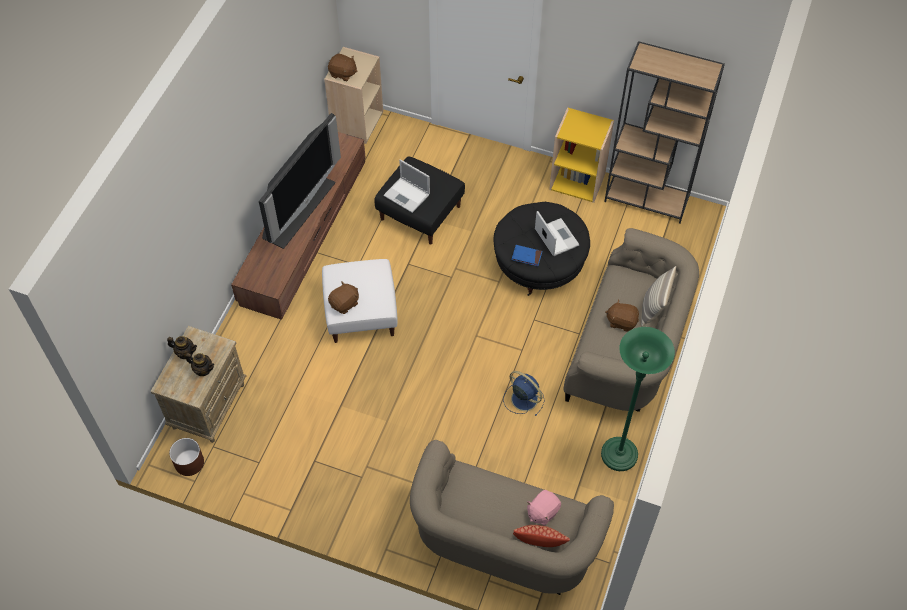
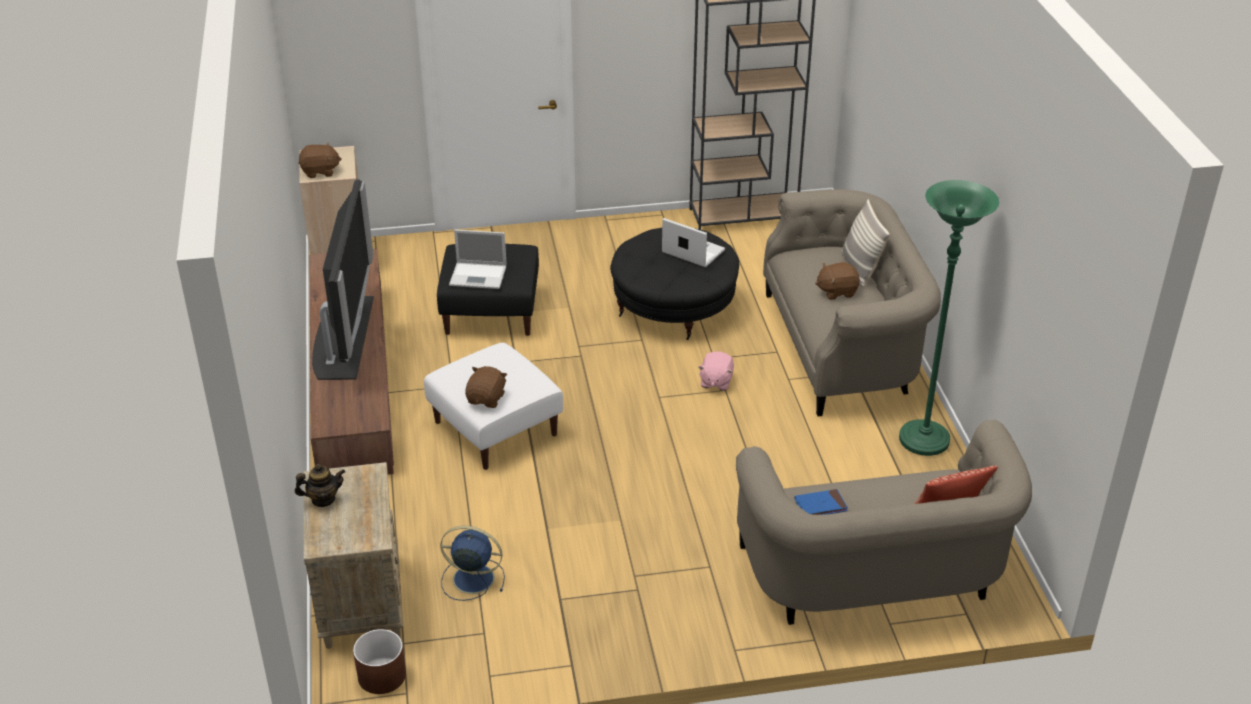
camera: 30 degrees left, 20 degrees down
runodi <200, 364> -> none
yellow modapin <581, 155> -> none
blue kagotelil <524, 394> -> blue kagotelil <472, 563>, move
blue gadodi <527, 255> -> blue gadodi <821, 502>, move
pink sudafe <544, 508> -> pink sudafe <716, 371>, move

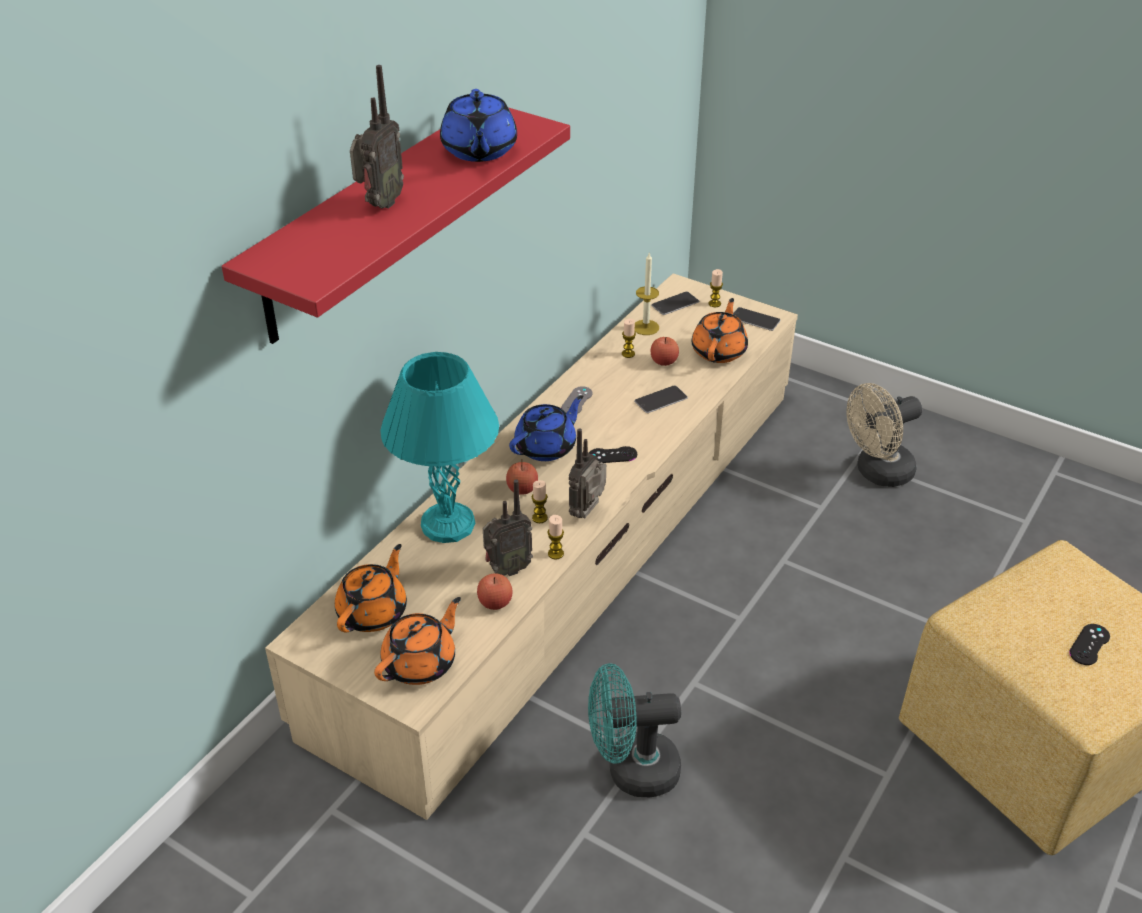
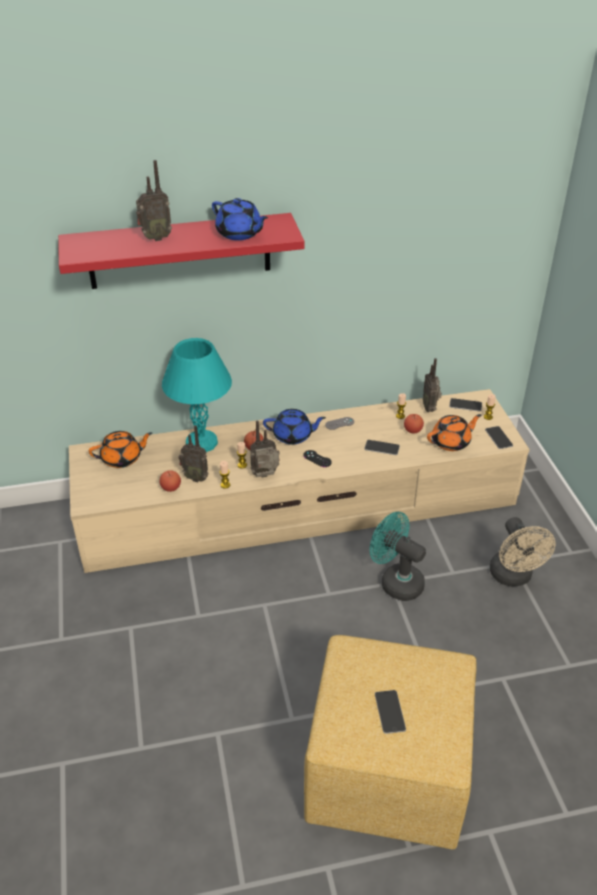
camera: 45 degrees right, 0 degrees up
orange runodi <417, 641> -> none
turquoise kagotelil <634, 730> -> turquoise kagotelil <398, 556>, move
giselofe <646, 294> -> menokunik <432, 385>
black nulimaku <1089, 644> -> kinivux <390, 712>
blue runodi <478, 125> -> blue runodi <240, 219>, 90 degrees counterclockwise
beige kagotelil <884, 435> -> beige kagotelil <523, 551>, 120 degrees counterclockwise

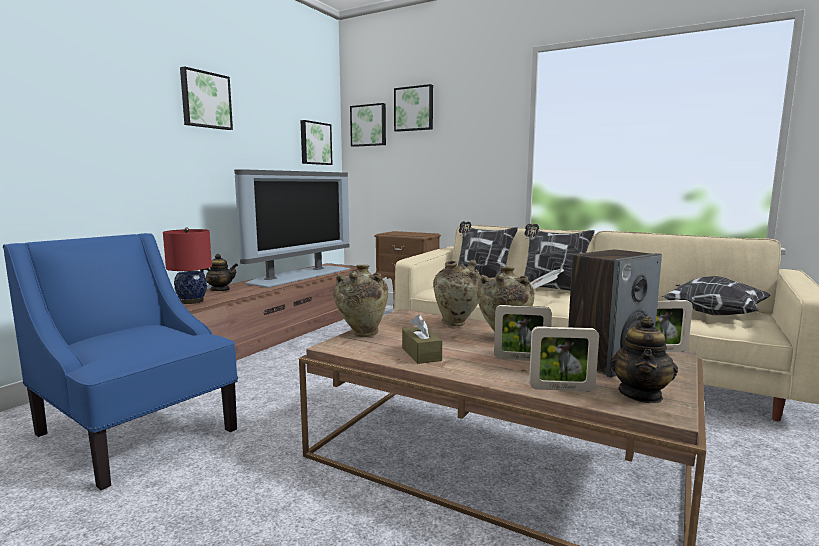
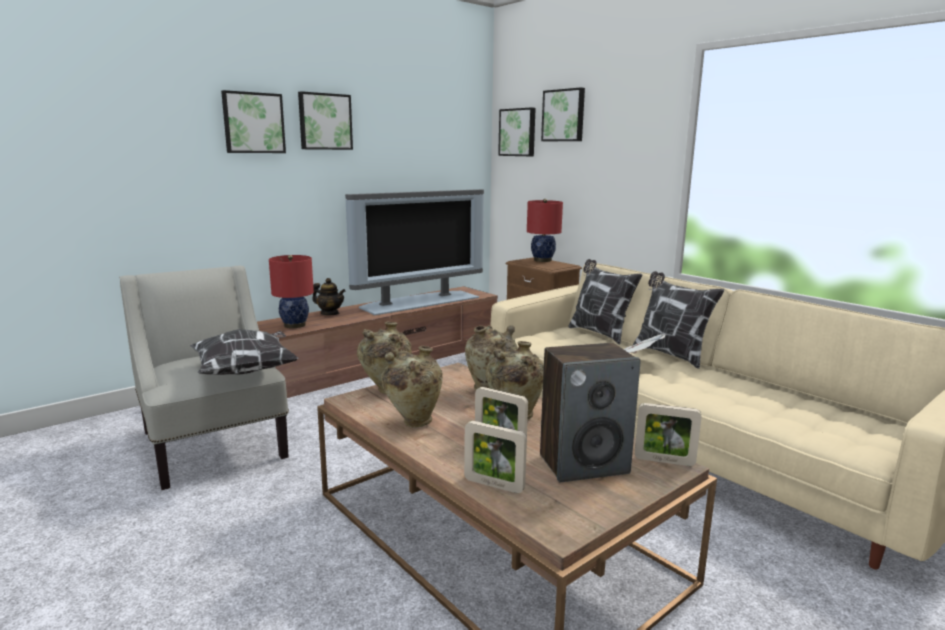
camera: 20 degrees right, 5 degrees up
runodi <644, 359> -> none
none -> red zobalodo <545, 230>
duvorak <316, 142> -> duvorak <253, 121>, move
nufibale <716, 295> -> nufibale <244, 352>, move
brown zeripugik <422, 339> -> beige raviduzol <412, 387>
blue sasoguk <120, 361> -> grey sasoguk <204, 378>

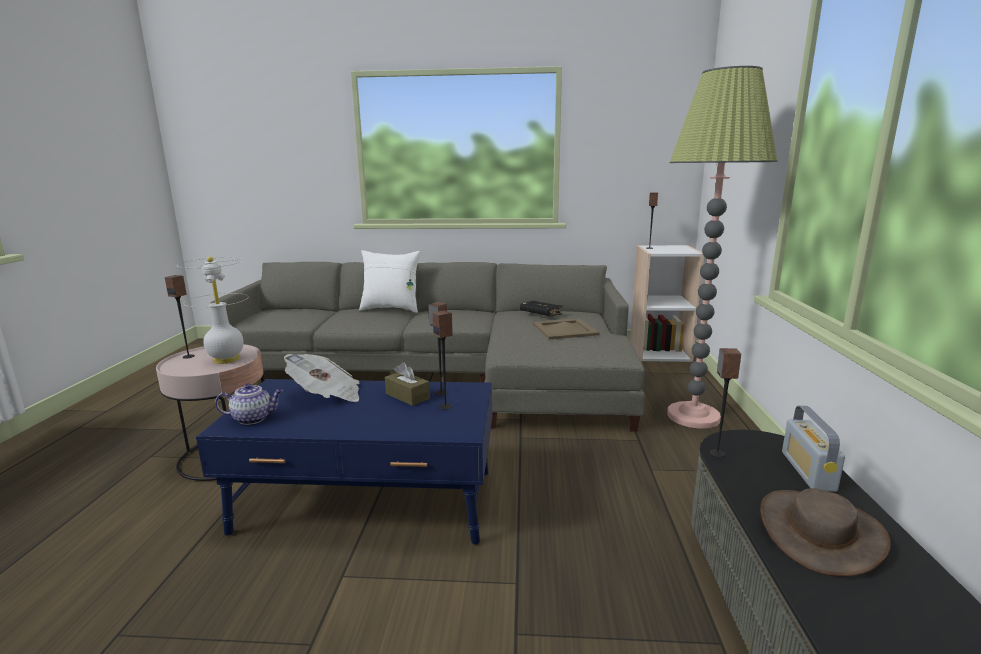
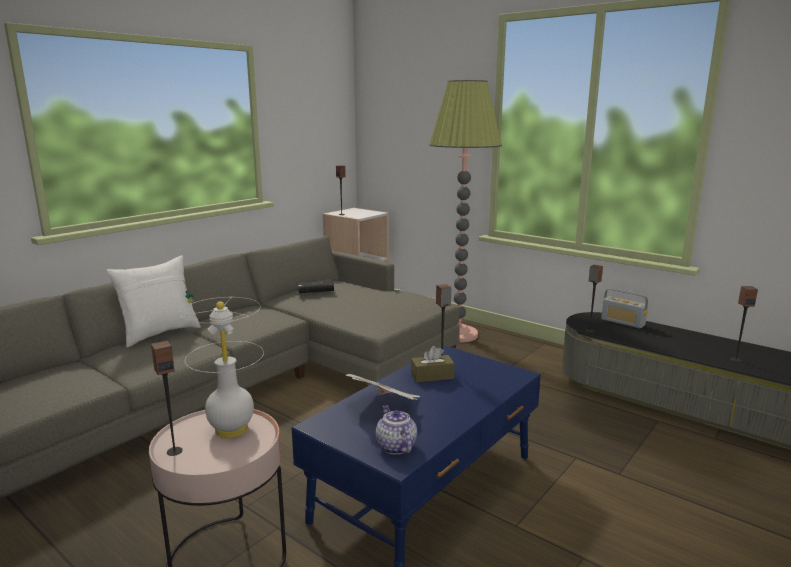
camera: 55 degrees left, 0 degrees up
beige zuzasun <566, 329> -> none
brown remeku <825, 532> -> none
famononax <443, 360> -> famononax <744, 324>, move
runodi <249, 404> -> runodi <396, 429>, 45 degrees counterclockwise

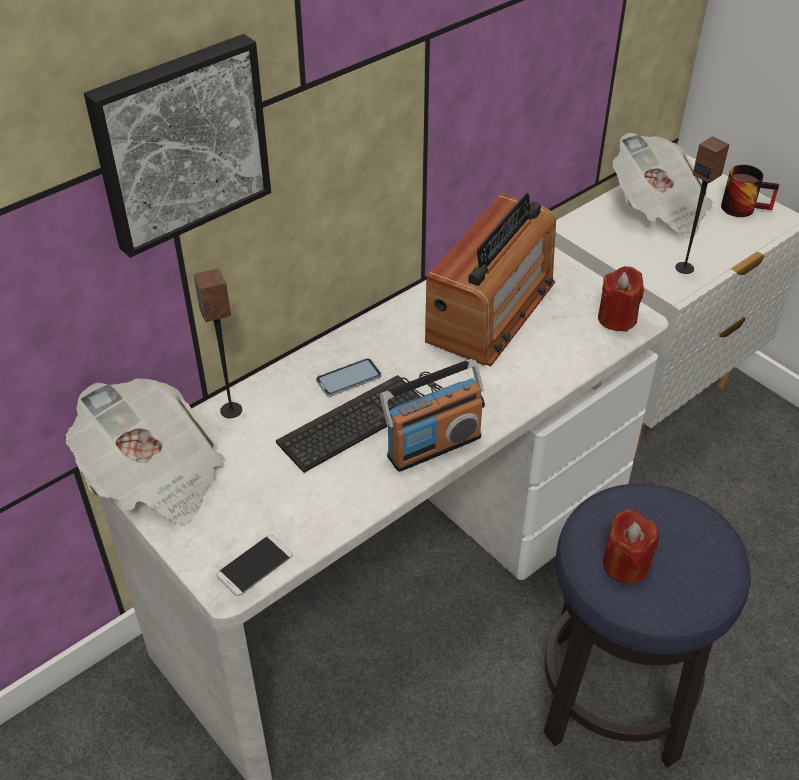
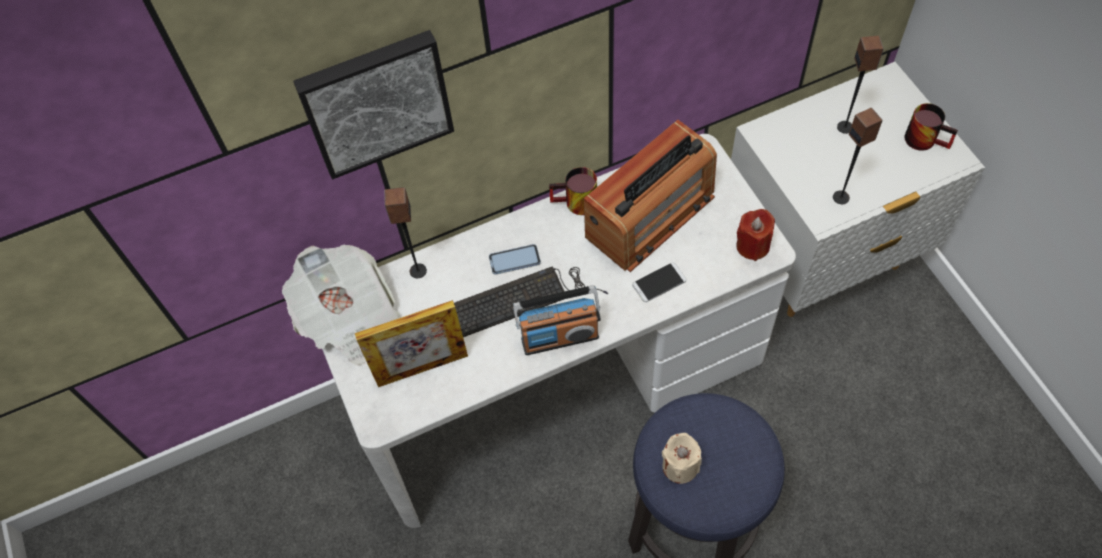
camera: 20 degrees right, 15 degrees up
none -> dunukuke <411, 343>
none -> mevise <573, 191>
kinivux <254, 565> -> kinivux <659, 282>, move
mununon <663, 185> -> famononax <860, 85>
red giselofe <631, 546> -> beige giselofe <682, 458>

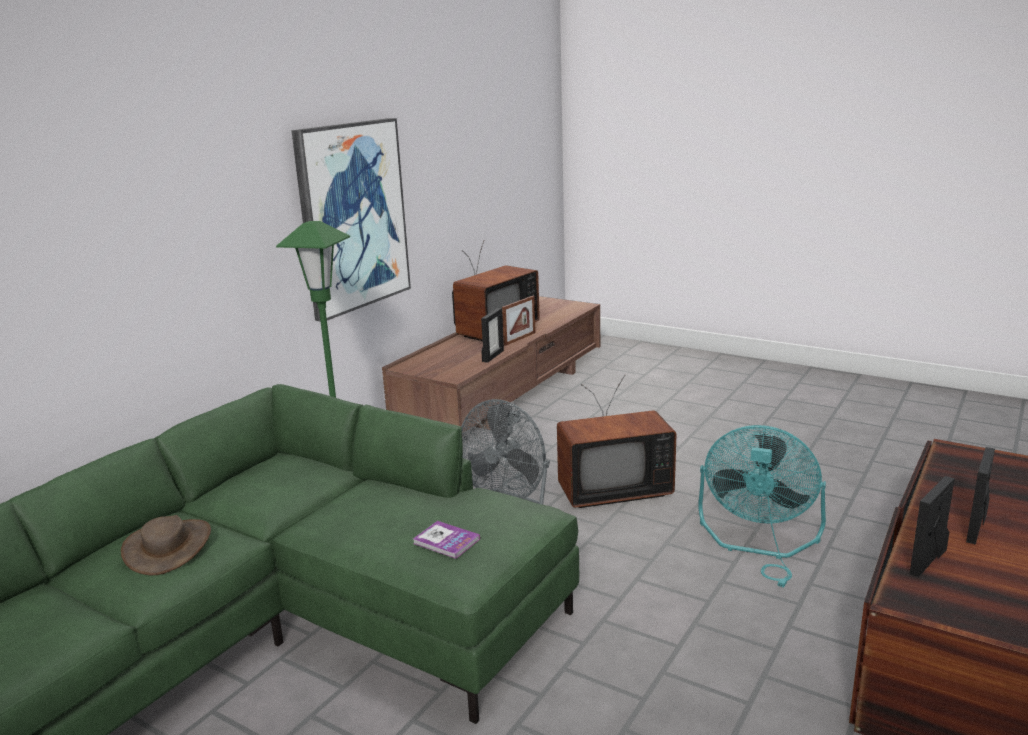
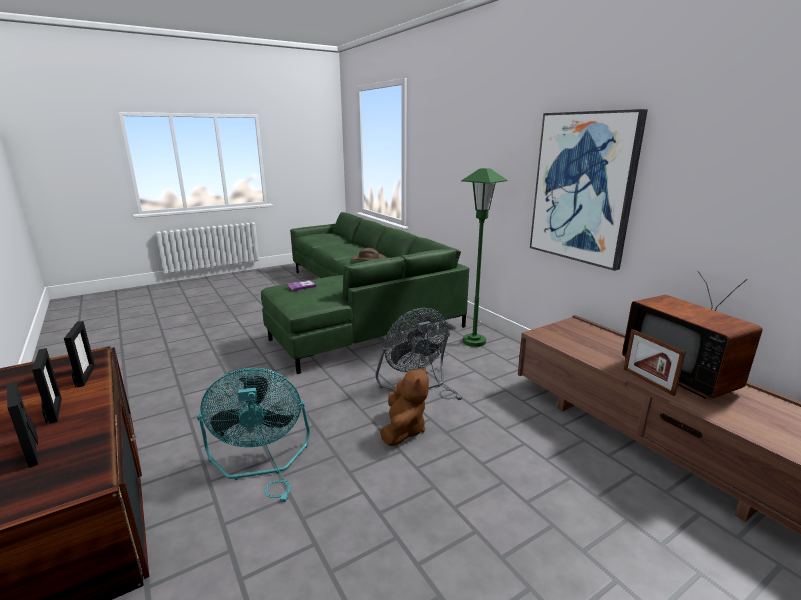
camera: 115 degrees right, 0 degrees up
dunukuke <492, 335> -> dunukuke <22, 424>, move
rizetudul <617, 441> -> brown sudafe <404, 406>
turquoise kagotelil <762, 506> -> turquoise kagotelil <253, 435>, 150 degrees counterclockwise

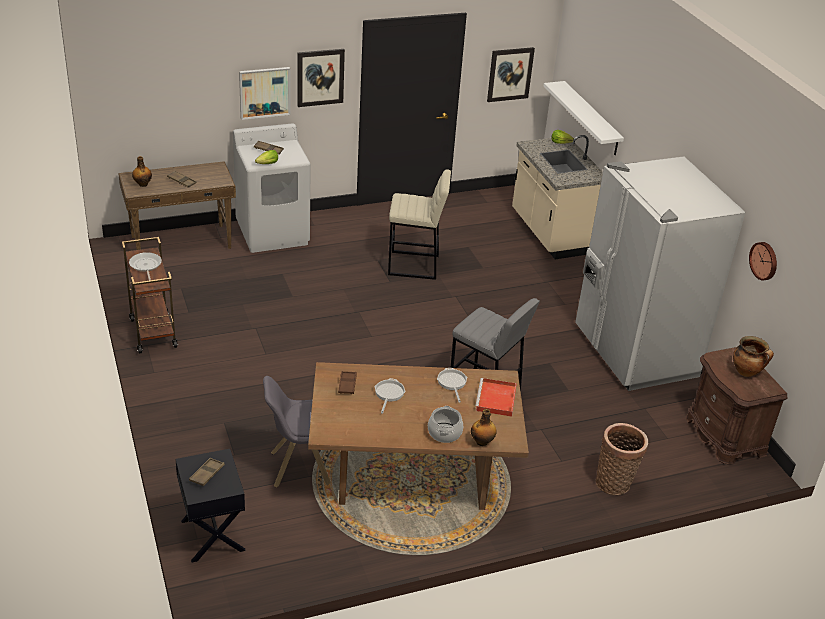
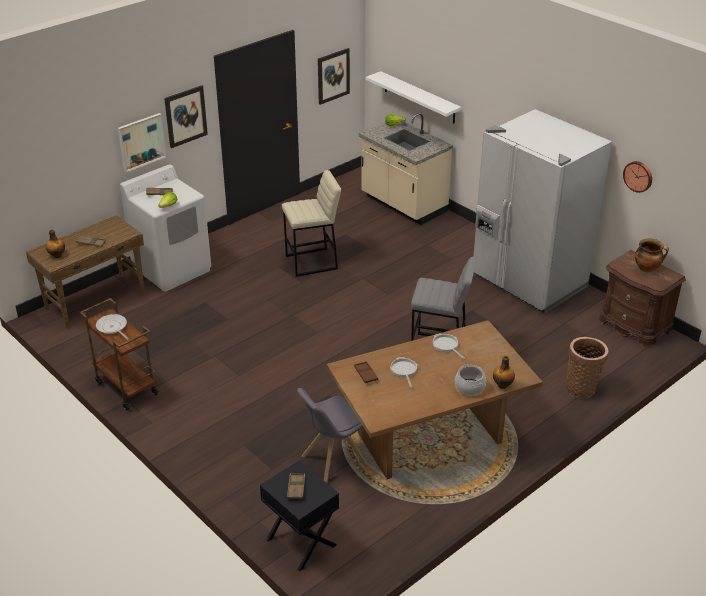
camera: 20 degrees left, 0 degrees up
red zuzasun <496, 397> -> none

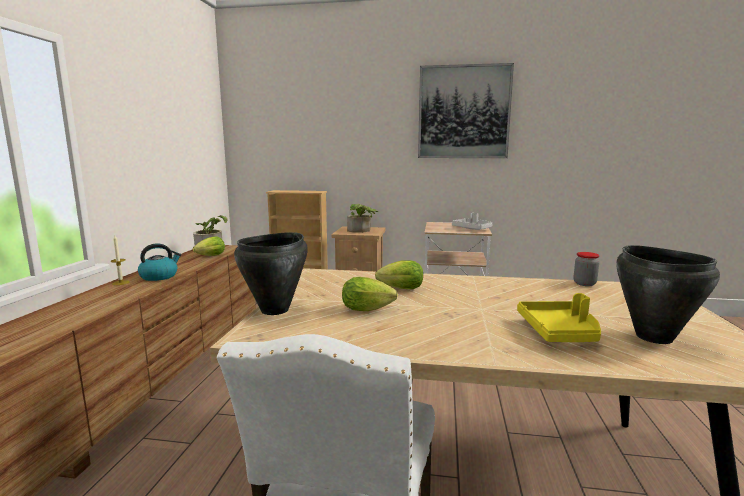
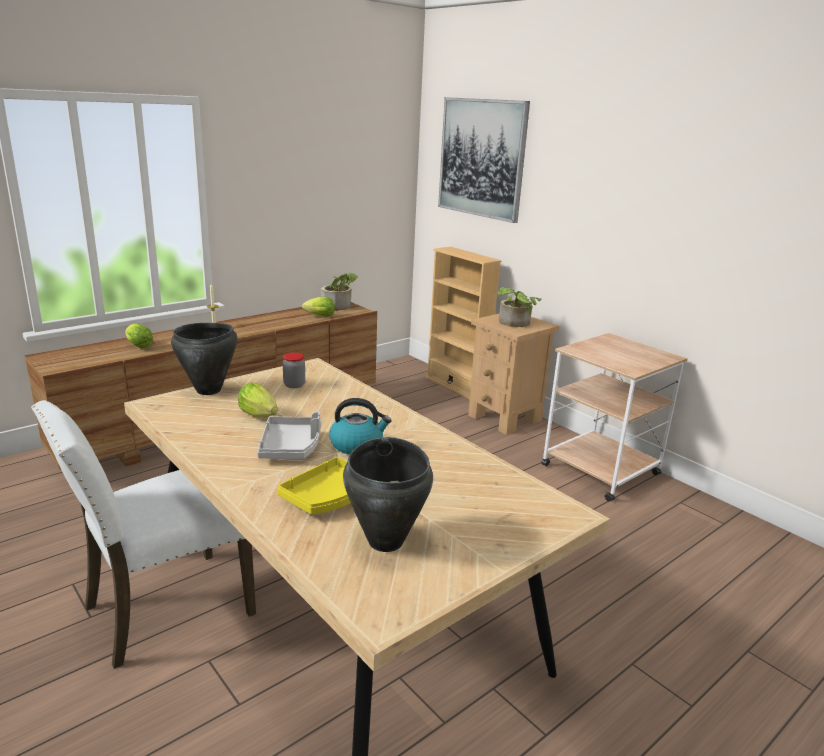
camera: 40 degrees right, 10 degrees up
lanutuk <159, 262> -> lanutuk <360, 426>, move
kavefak <399, 274> -> kavefak <139, 336>, move
duvorak <466, 110> -> duvorak <484, 160>, move
grey zuzasun <472, 221> -> grey zuzasun <289, 435>, move
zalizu <586, 269> -> zalizu <294, 370>, move

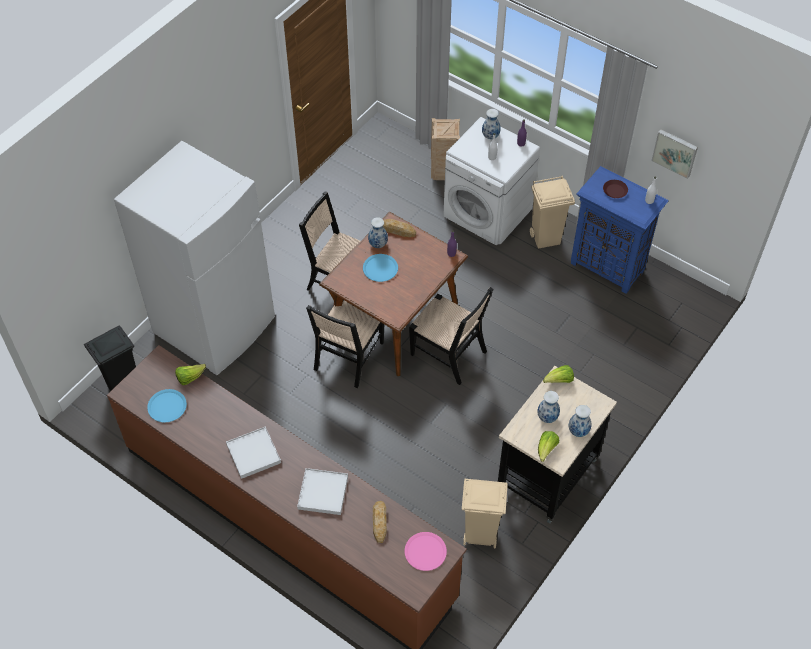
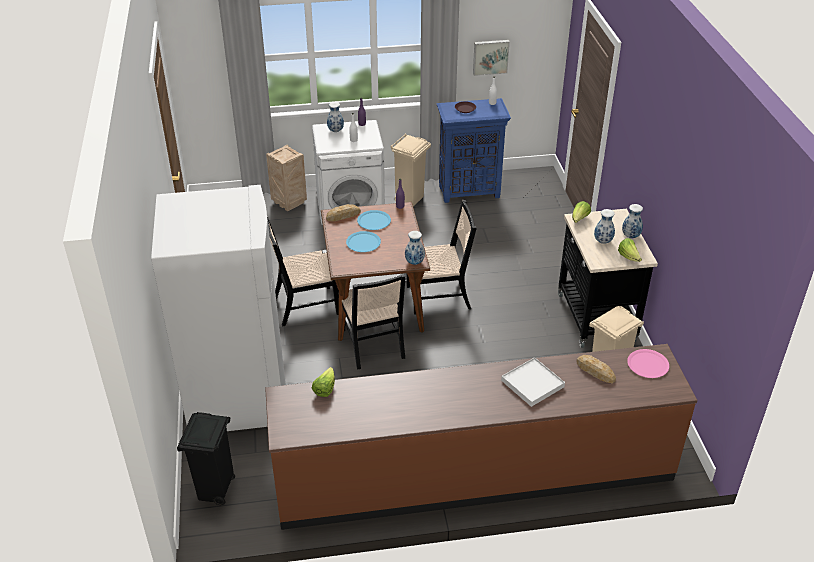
camera: 45 degrees left, 15 degrees down
white zuzasun <253, 453> -> none
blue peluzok <167, 405> -> blue peluzok <374, 220>, move
raviduzol <378, 232> -> raviduzol <415, 248>, move

